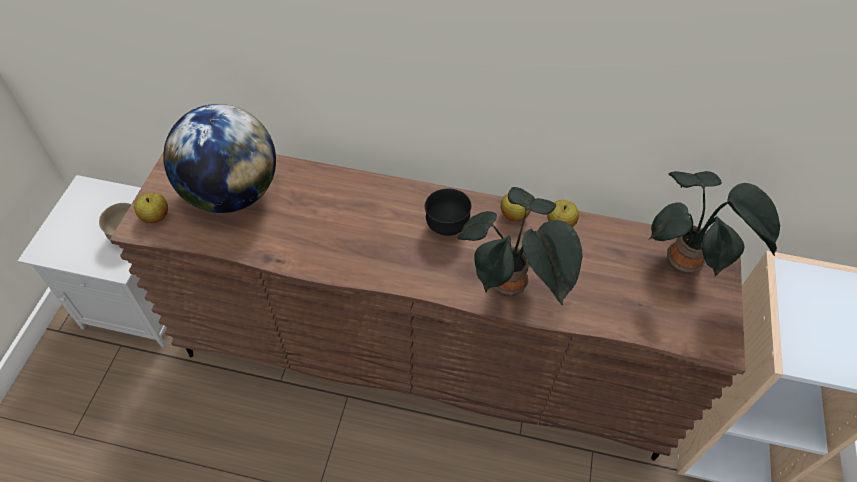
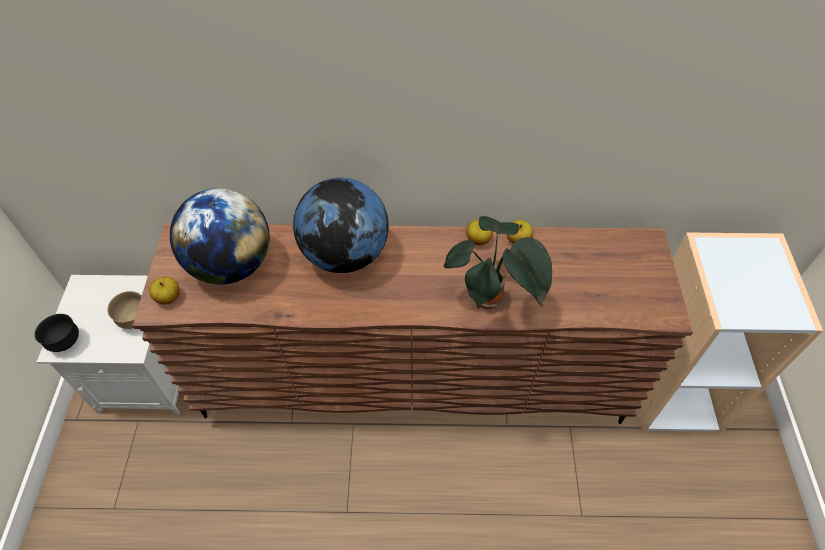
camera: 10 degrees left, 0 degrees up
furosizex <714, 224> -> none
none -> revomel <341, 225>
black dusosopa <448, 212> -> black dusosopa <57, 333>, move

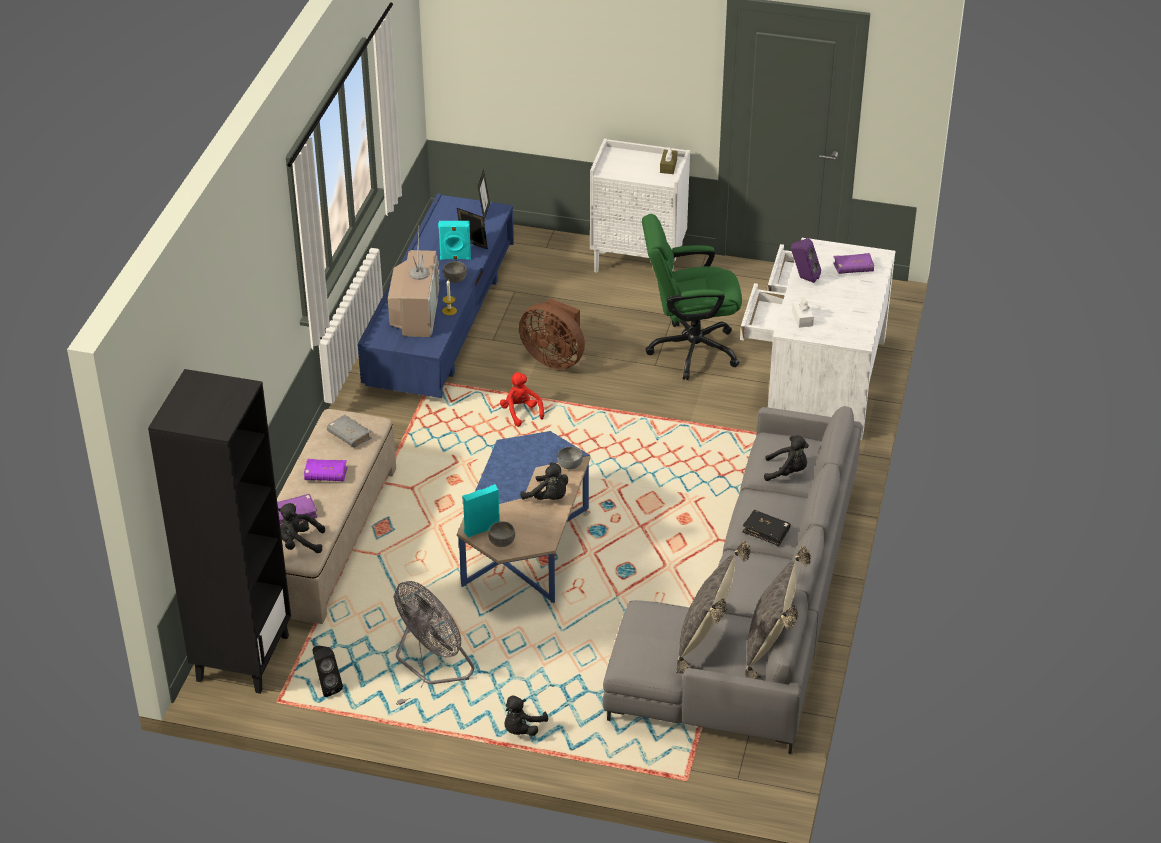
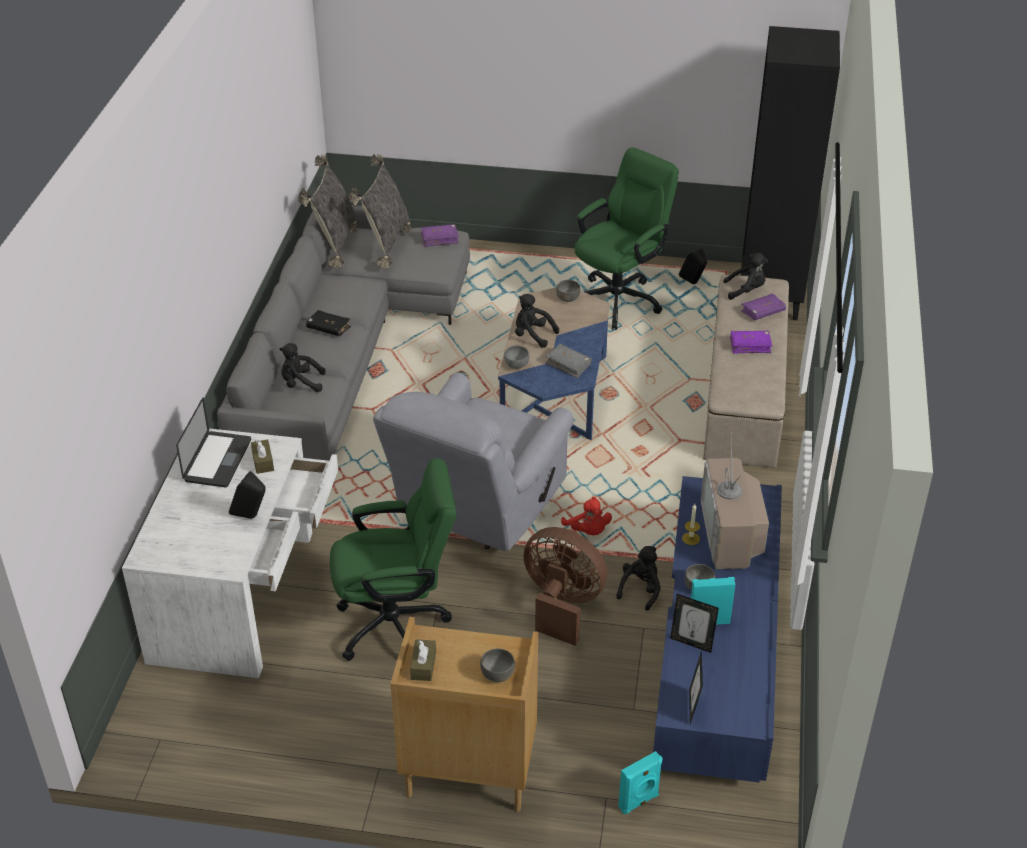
camera: 175 degrees right, 0 degrees up
none -> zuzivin <213, 442>
none -> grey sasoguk <473, 462>
none -> grey dusosopa <497, 665>
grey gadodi <349, 431> -> grey gadodi <569, 361>, move
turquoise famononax <481, 510> -> turquoise famononax <640, 782>, move
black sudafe <526, 716> -> black sudafe <638, 578>, move
purple gadodi <853, 263> -> purple gadodi <440, 235>, move
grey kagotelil <433, 643> -> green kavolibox <627, 238>
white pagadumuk <640, 205> -> brown pagadumuk <464, 714>
purple famononax <806, 260> -> black famononax <247, 495>
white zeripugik <803, 313> -> brown zeripugik <262, 456>

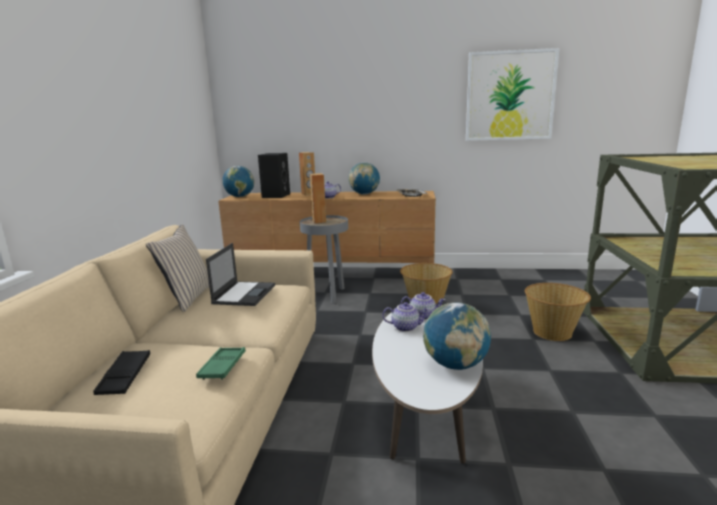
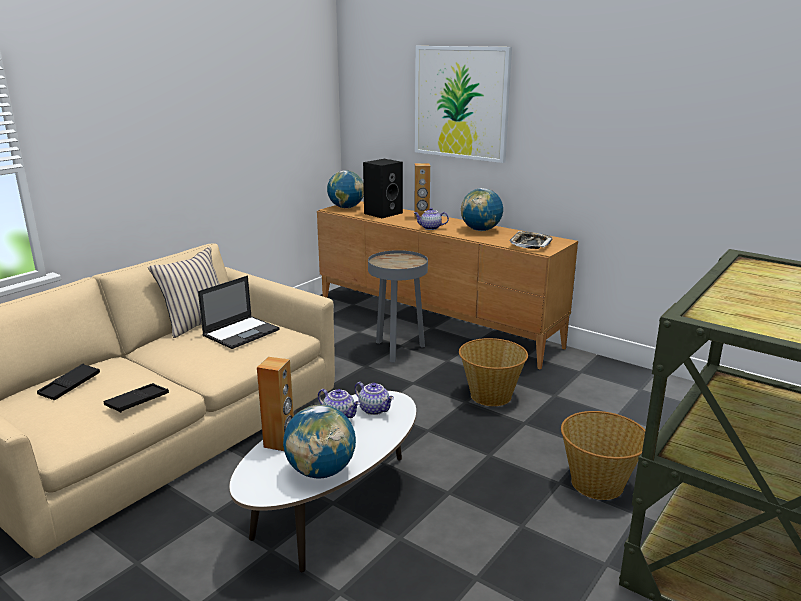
camera: 30 degrees right, 5 degrees up
brown famononax <318, 198> -> brown famononax <275, 404>, move
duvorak <512, 94> -> duvorak <463, 104>, move
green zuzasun <221, 363> -> black zuzasun <136, 398>

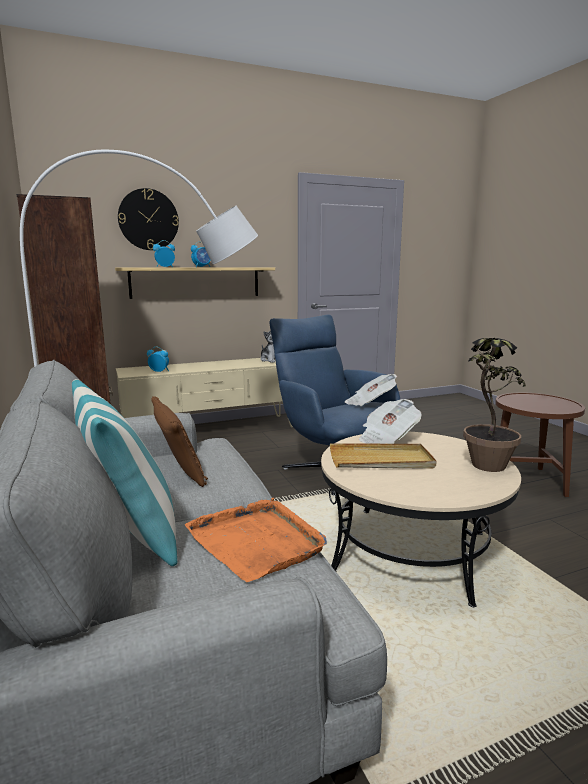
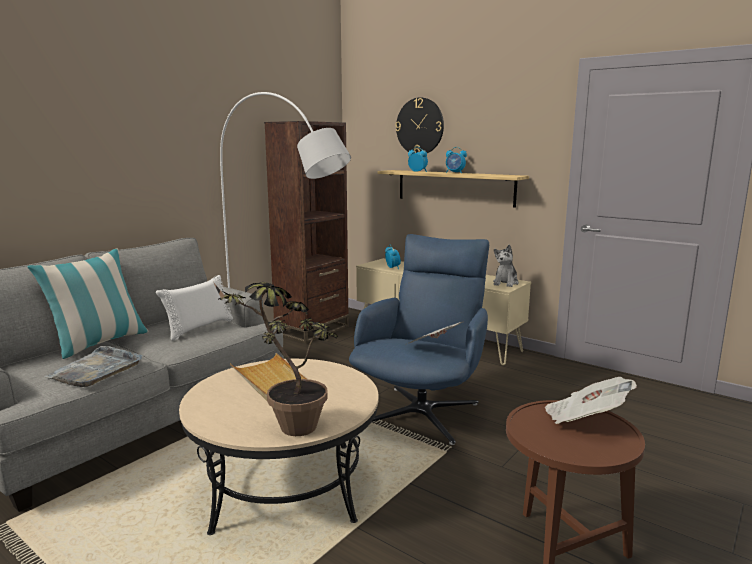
camera: 60 degrees right, 0 degrees up
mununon <390, 421> -> mununon <591, 400>, move
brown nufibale <179, 441> -> white nufibale <194, 308>
orange zuzasun <256, 540> -> grey zuzasun <93, 366>

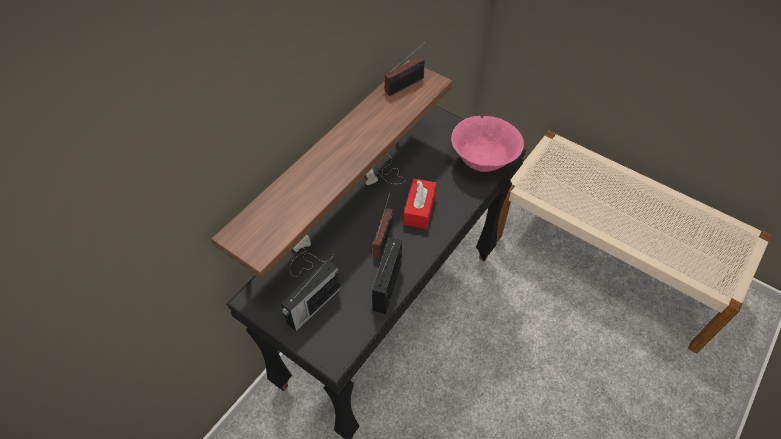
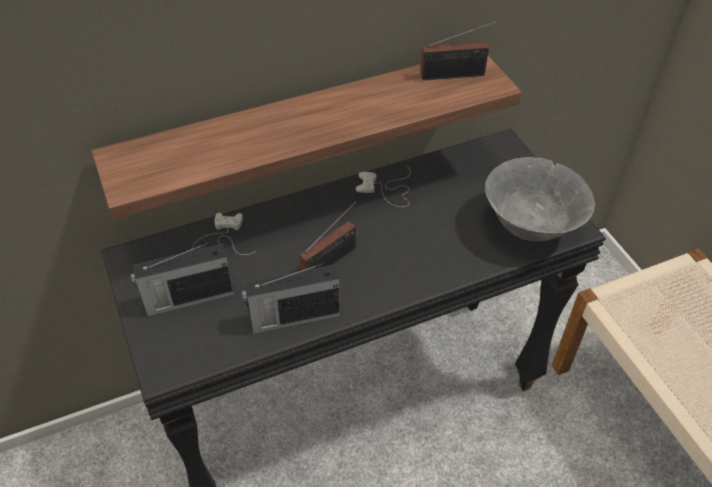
camera: 30 degrees right, 5 degrees down
red zeripugik <420, 203> -> none
pink dusosopa <487, 144> -> grey dusosopa <540, 199>
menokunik <387, 275> -> menokunik <291, 298>, 150 degrees counterclockwise

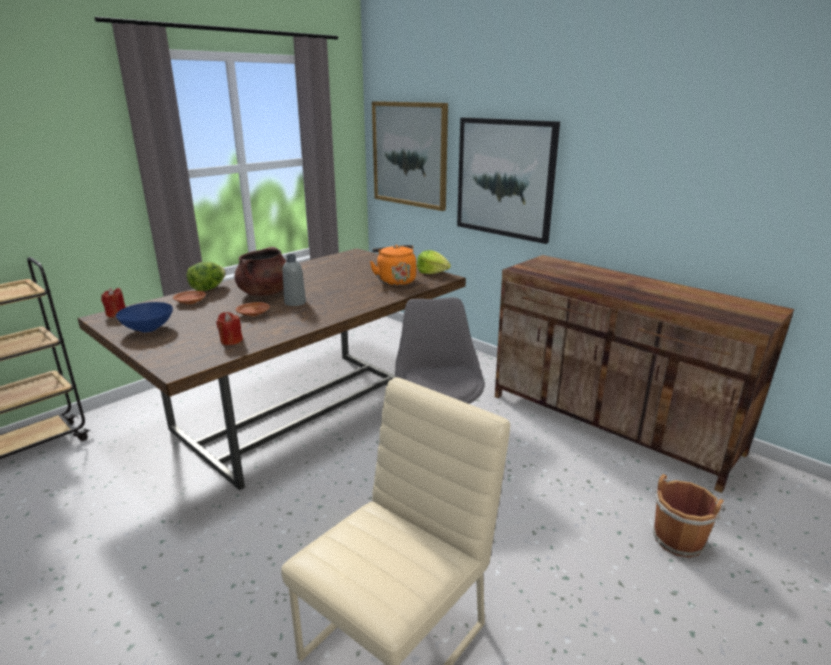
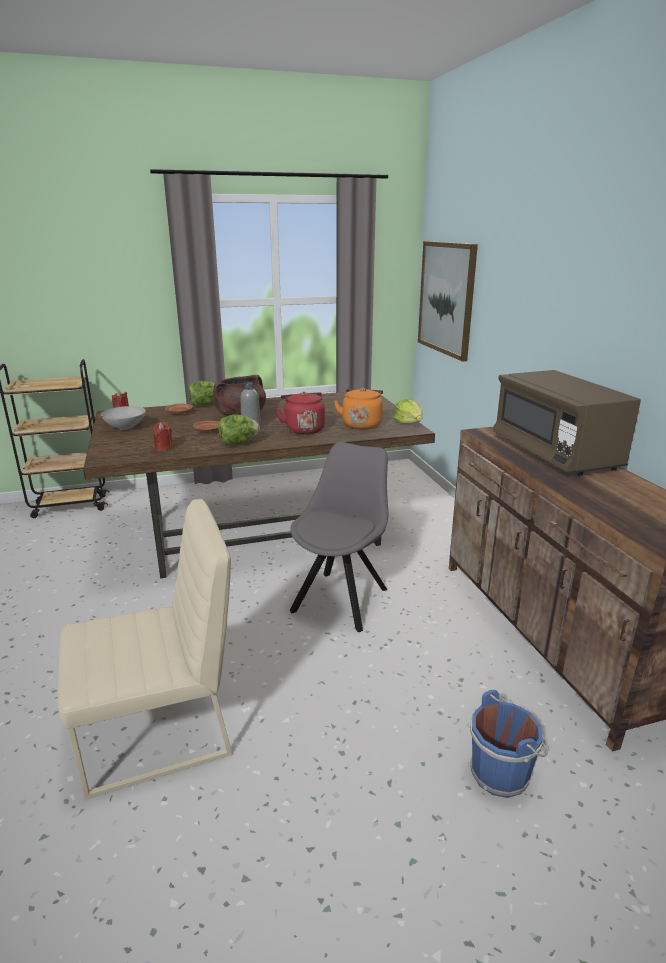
camera: 30 degrees right, 0 degrees up
duvorak <508, 181> -> none
none -> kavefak <239, 429>
none -> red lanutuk <300, 413>
none -> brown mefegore <567, 423>
blue dusosopa <144, 317> -> grey dusosopa <123, 418>
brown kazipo <689, 516> -> blue kazipo <508, 744>

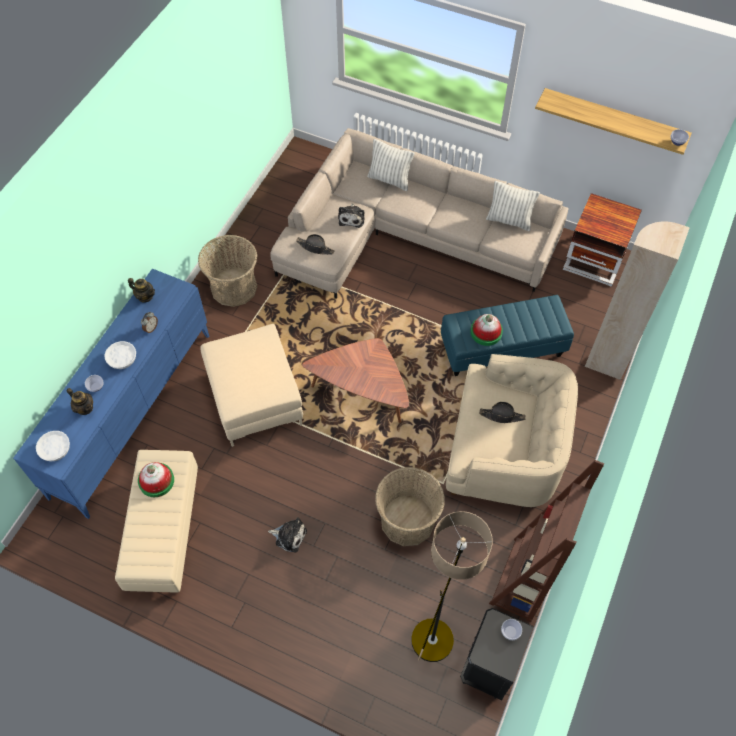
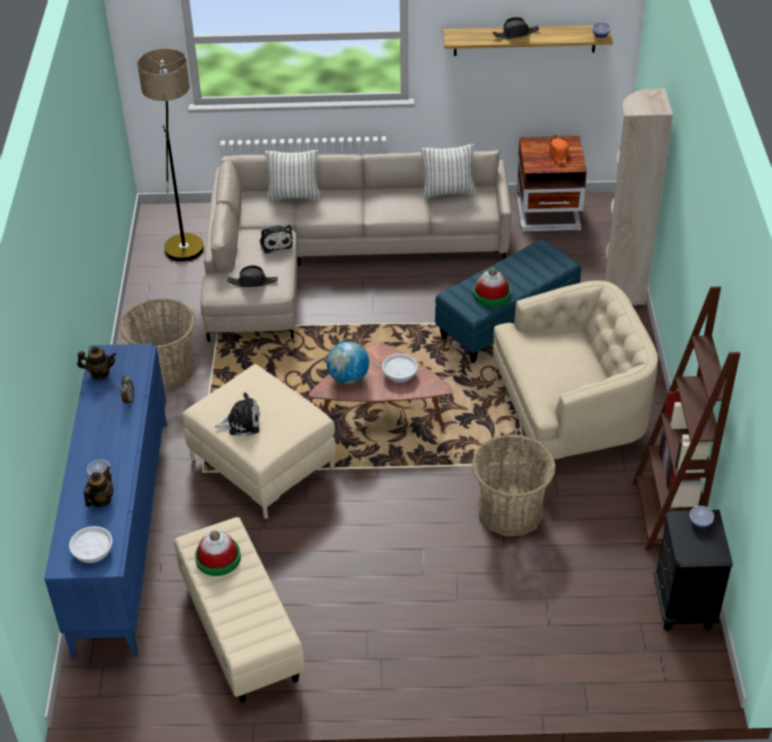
camera: 25 degrees left, 15 degrees down
none -> revomel <348, 362>
none -> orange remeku <559, 150>
white dusosopa <120, 355> -> white dusosopa <400, 368>, move
sudafe <287, 535> -> sudafe <237, 414>, move
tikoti <451, 586> -> tikoti <170, 154>, move
black remeku <502, 412> -> black remeku <516, 28>, move
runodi <80, 401> -> runodi <98, 486>, 75 degrees counterclockwise

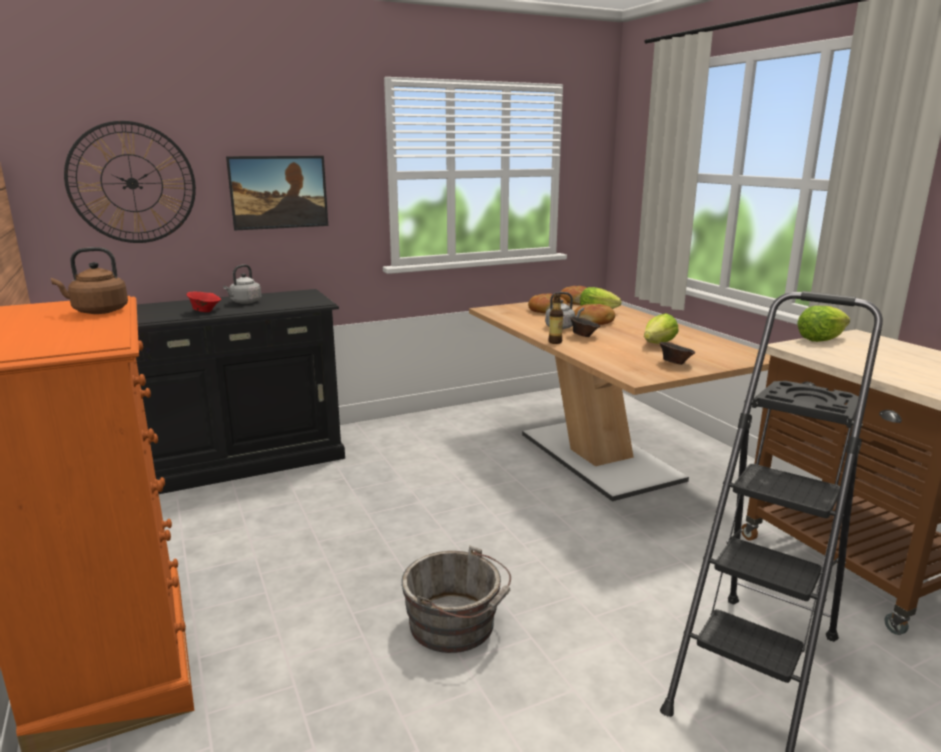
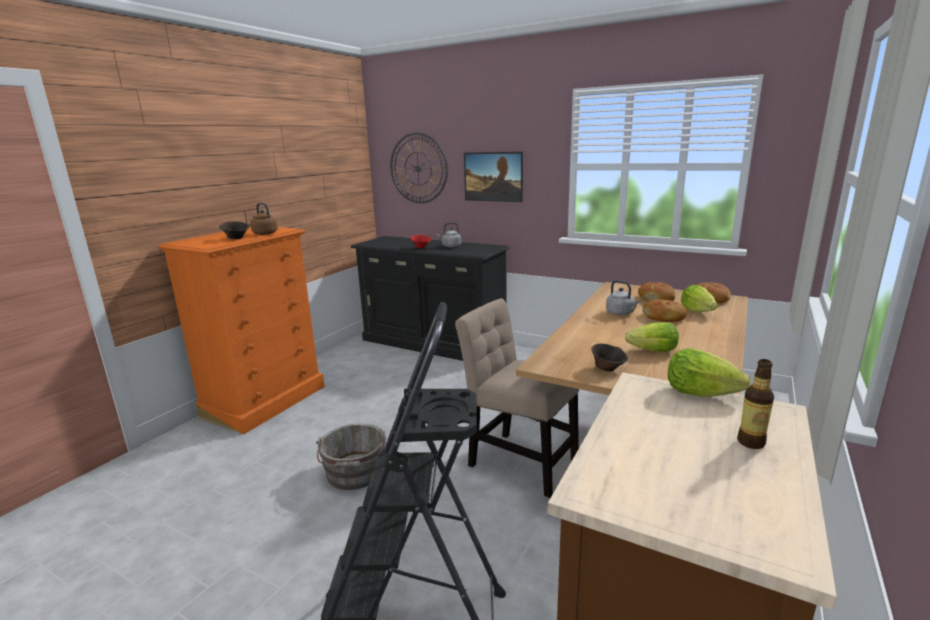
camera: 55 degrees right, 0 degrees up
none -> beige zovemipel <517, 398>
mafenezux <555, 318> -> mafenezux <755, 404>, move
brown dusosopa <585, 327> -> brown dusosopa <234, 230>, move

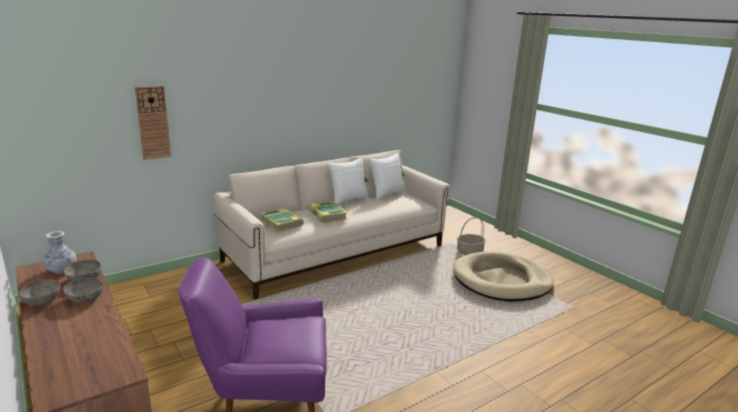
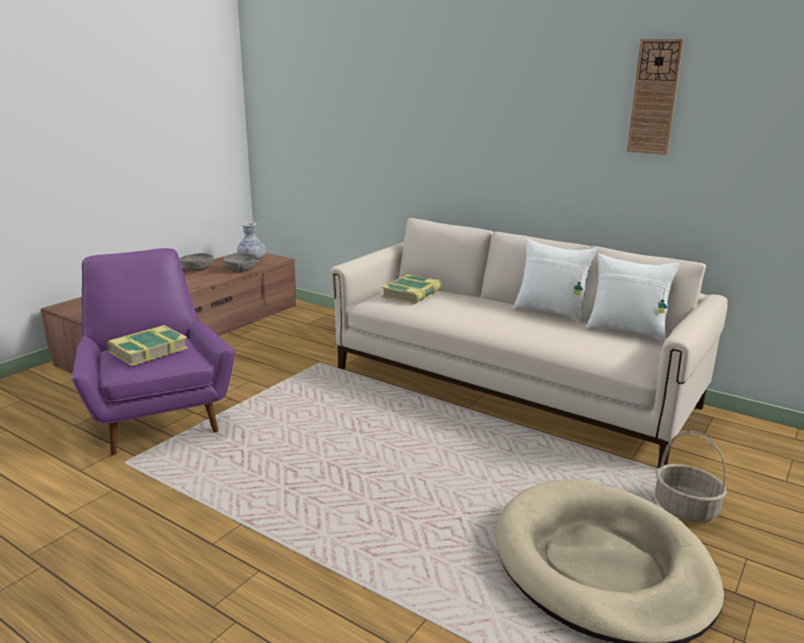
camera: 70 degrees right, 0 degrees up
grey dusosopa <83, 290> -> none
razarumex <153, 123> -> razarumex <655, 97>, move
gadodi <327, 212> -> gadodi <147, 345>, move

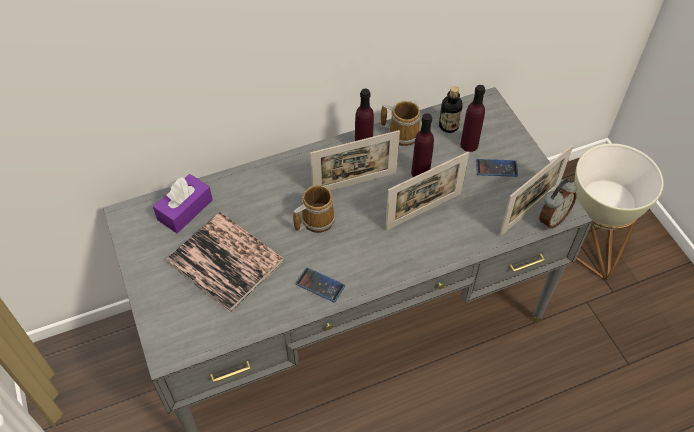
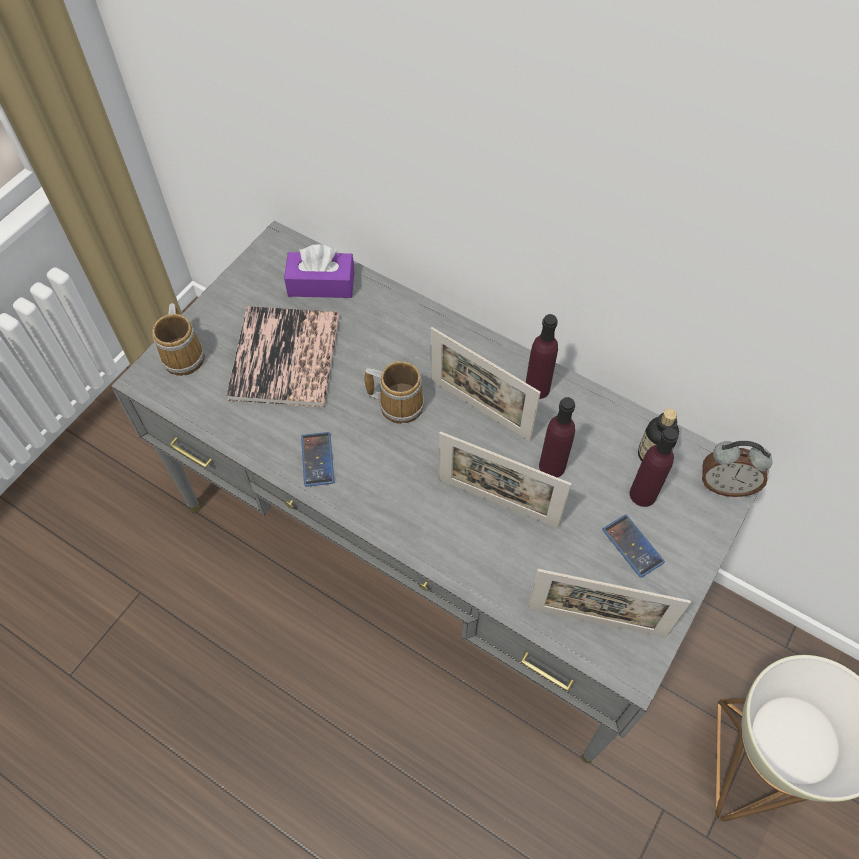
camera: 55 degrees right, 5 degrees up
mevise <401, 123> -> mevise <178, 339>, move
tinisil <558, 204> -> tinisil <737, 469>, move

